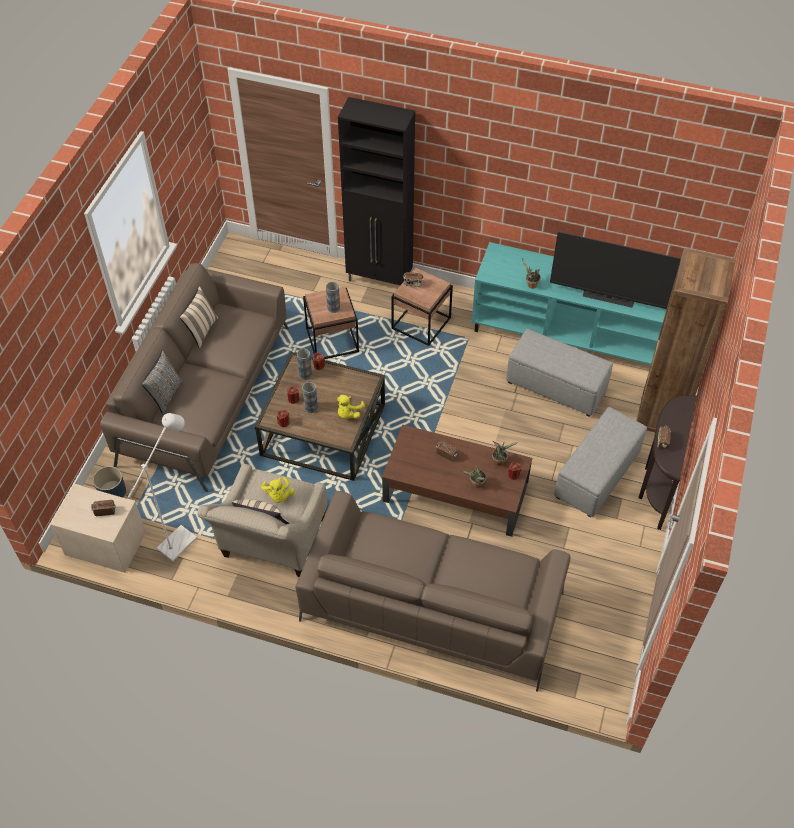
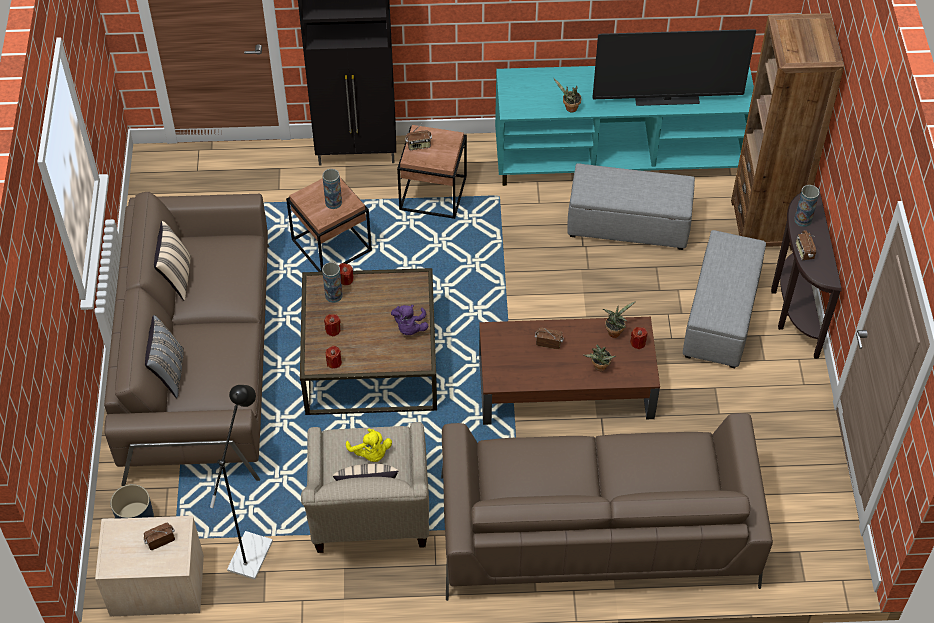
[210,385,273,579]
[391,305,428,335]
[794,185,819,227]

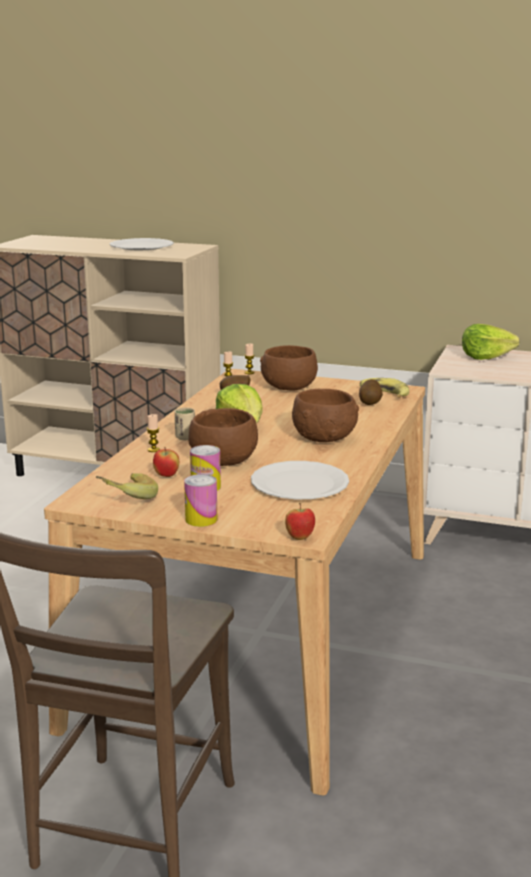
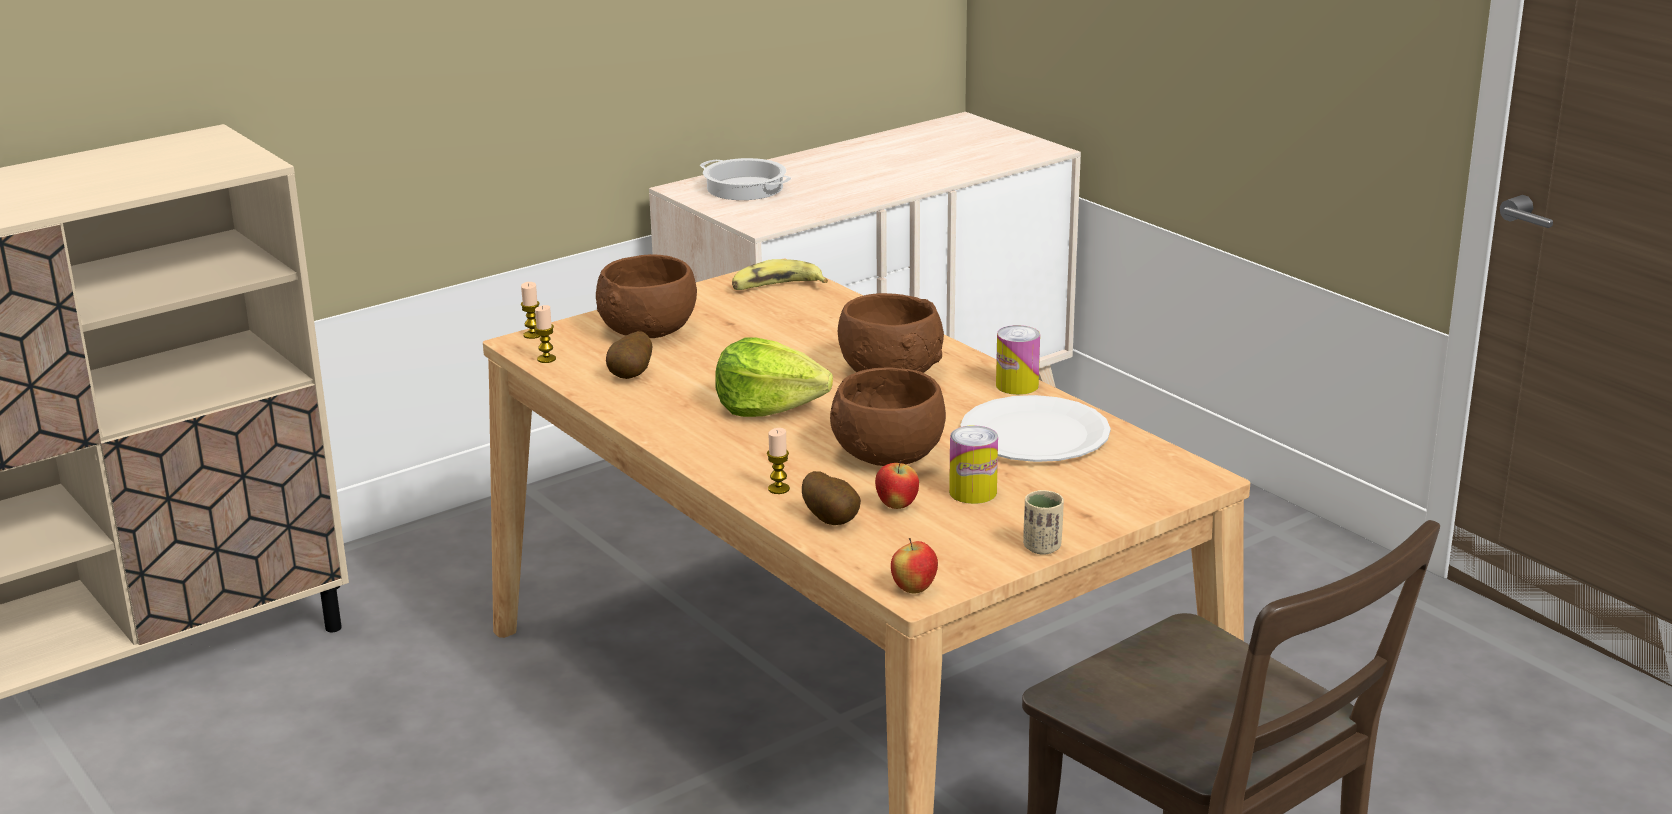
[700,158,791,200]
[802,471,861,525]
[891,538,938,593]
[996,325,1040,395]
[1023,490,1064,555]
[96,473,158,499] (first image)
[109,238,174,250] (first image)

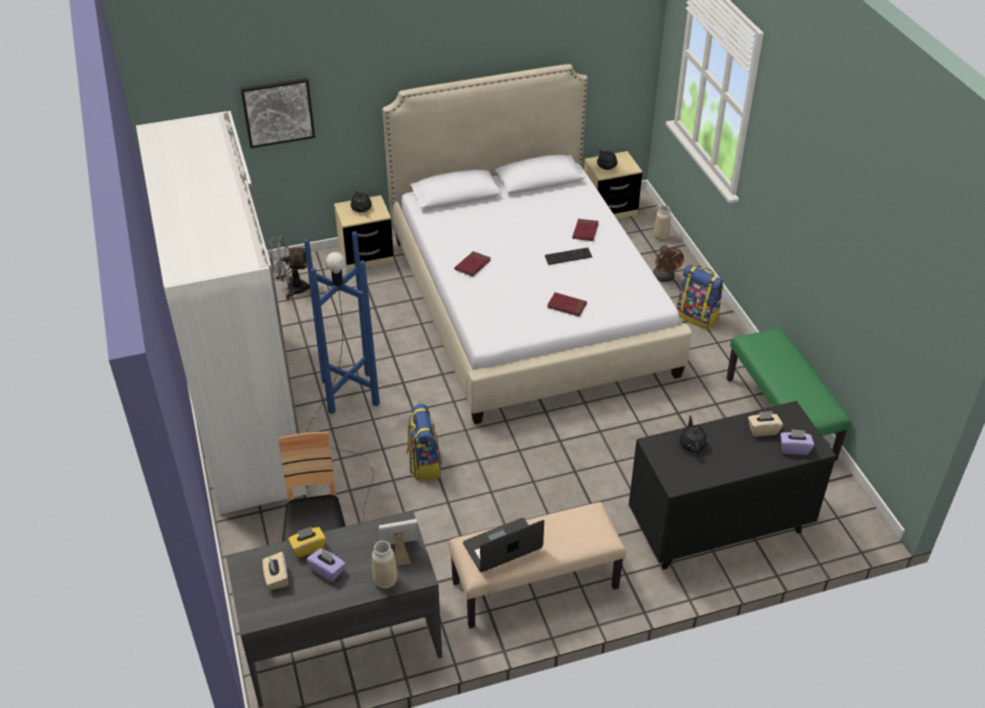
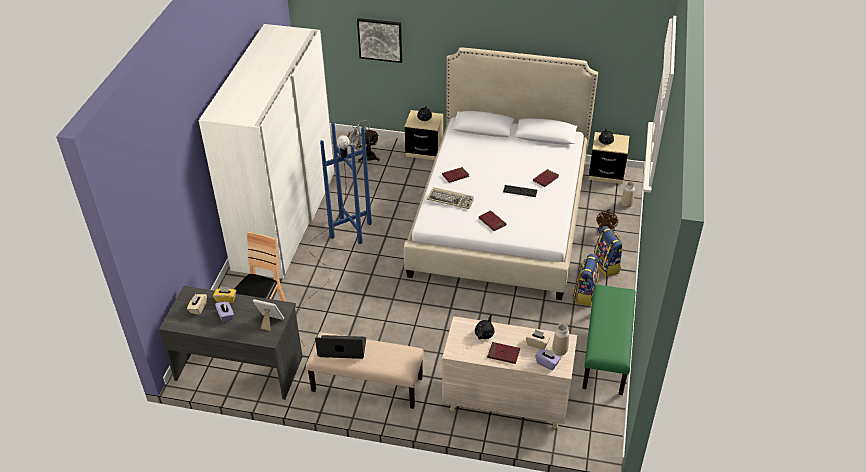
[427,187,474,209]
[442,316,577,429]
[487,342,520,364]
[552,324,569,356]
[573,254,599,306]

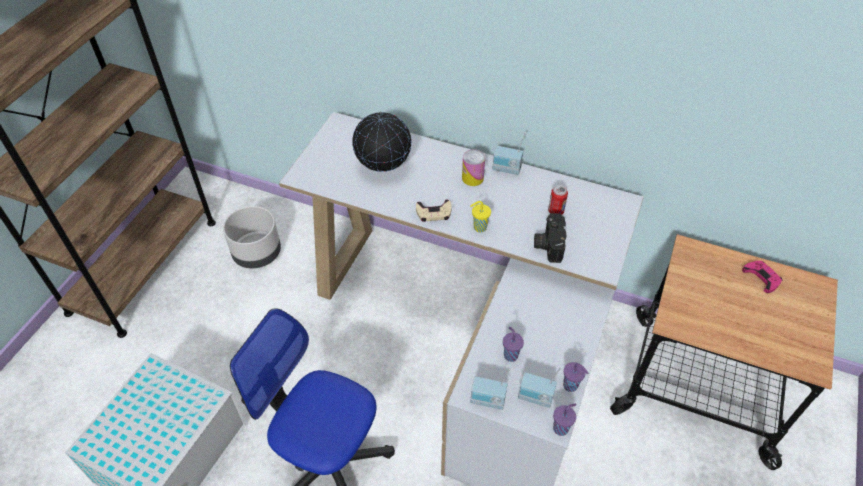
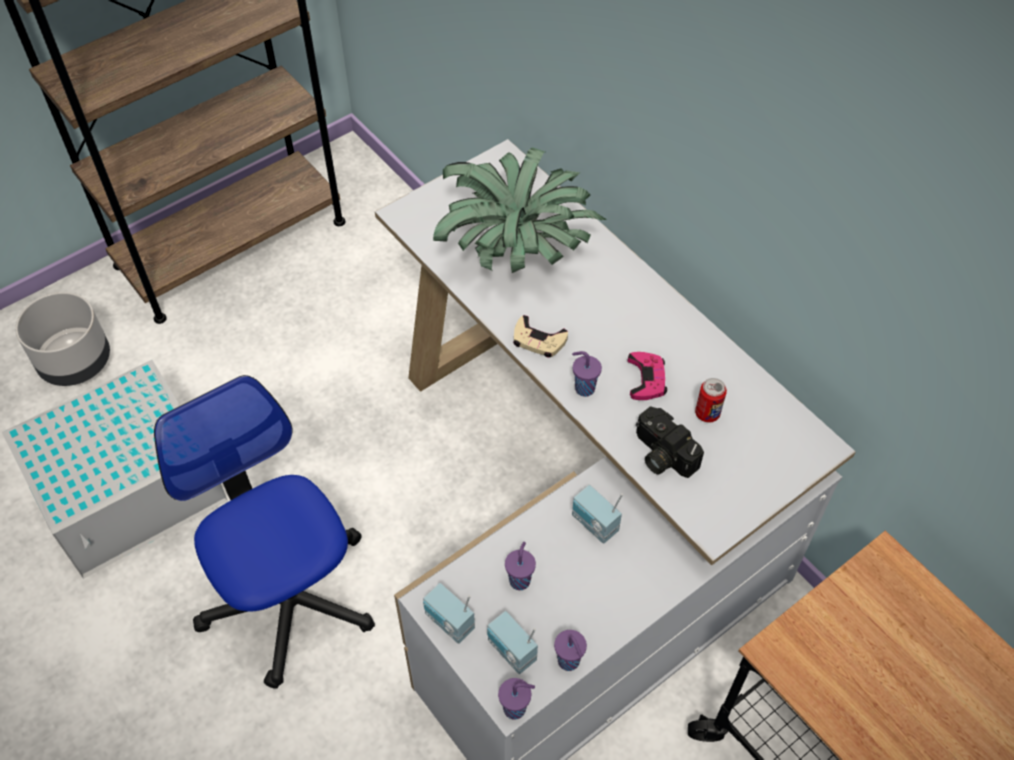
[15,292,110,386]
[433,148,607,273]
[572,351,602,397]
[572,485,623,544]
[627,352,667,400]
[636,406,704,478]
[462,149,485,186] (first image)

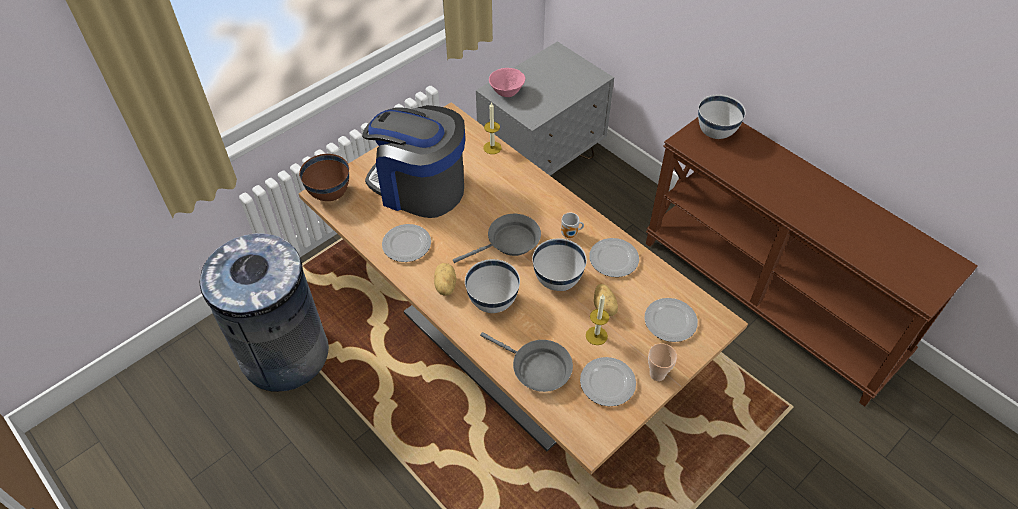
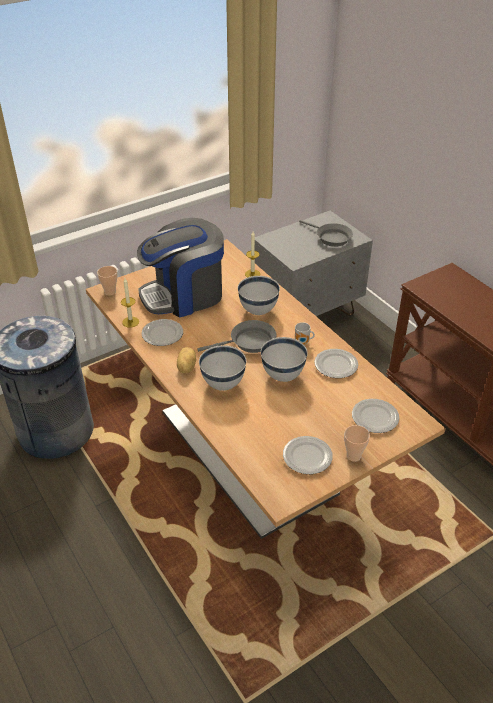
[97,266,117,296]
[121,279,139,328]
[137,218,224,318]
[238,276,280,315]
[299,220,353,247]
[489,68,525,97] (first image)
[594,284,618,316] (first image)

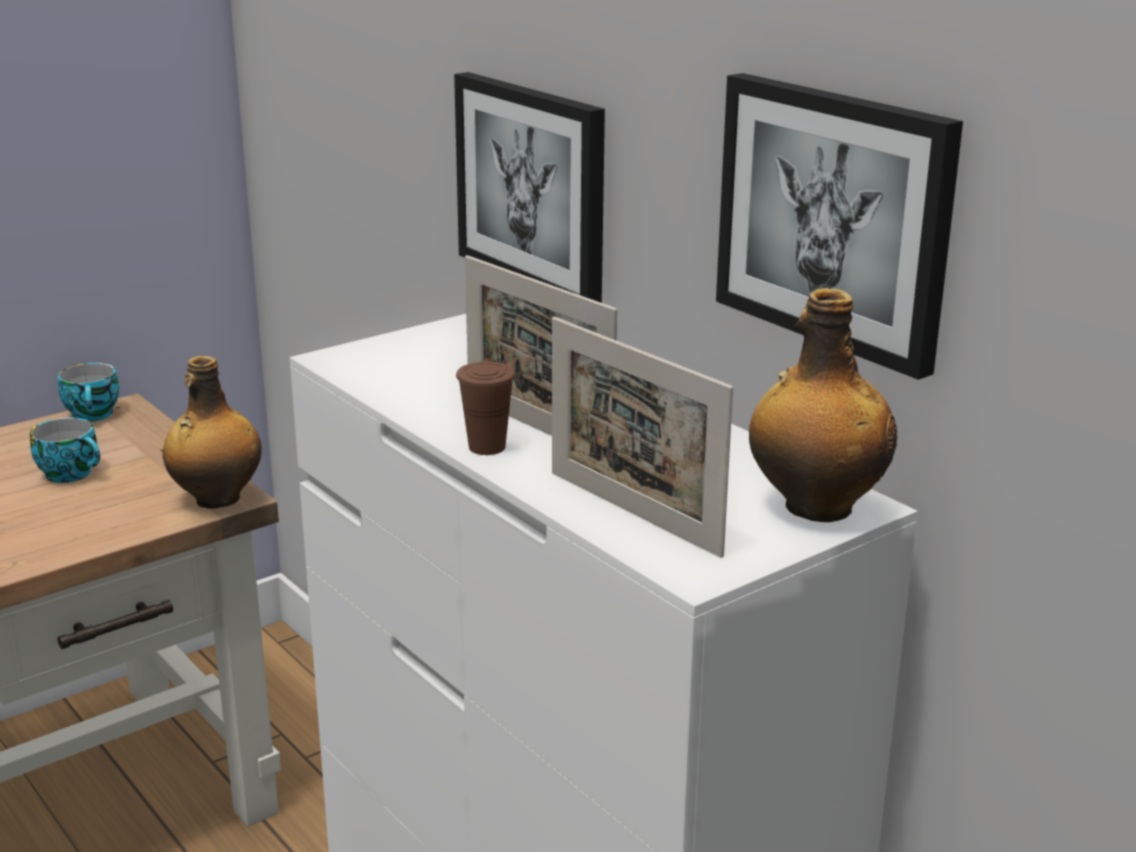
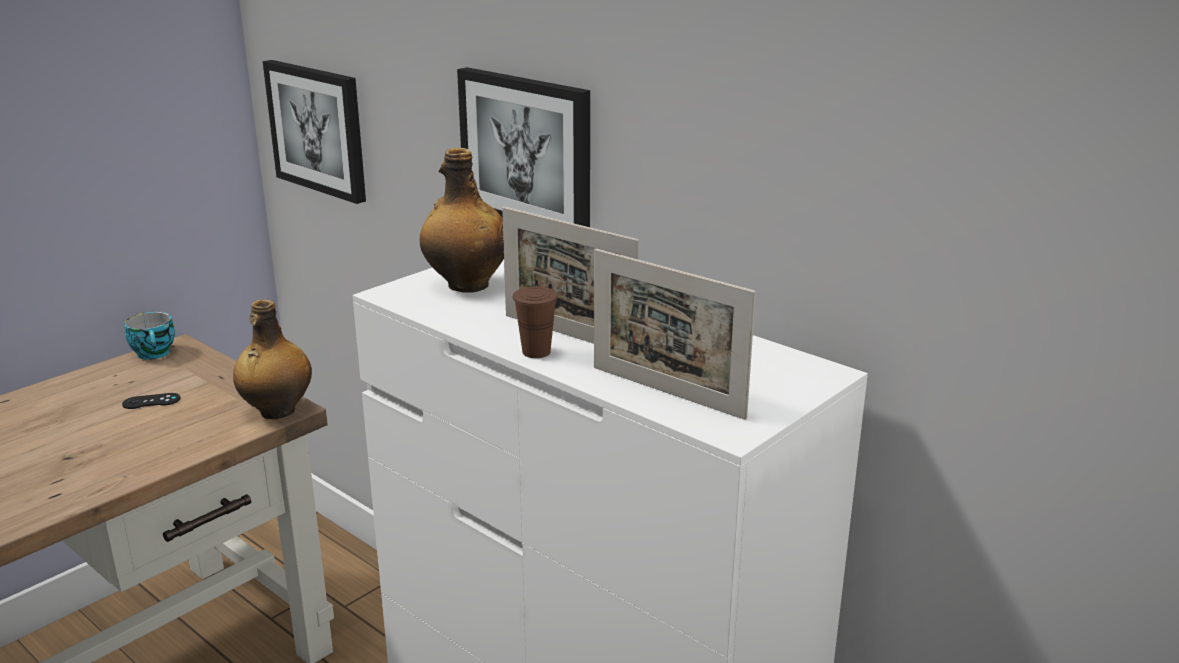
[122,393,180,409]
[263,60,366,204]
[420,148,504,293]

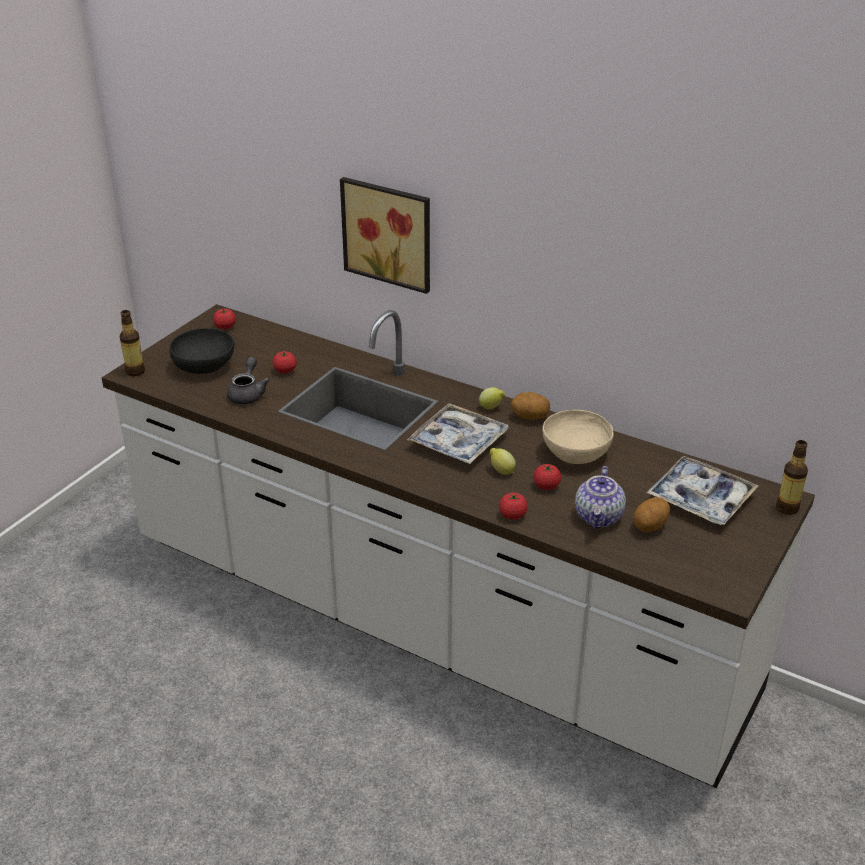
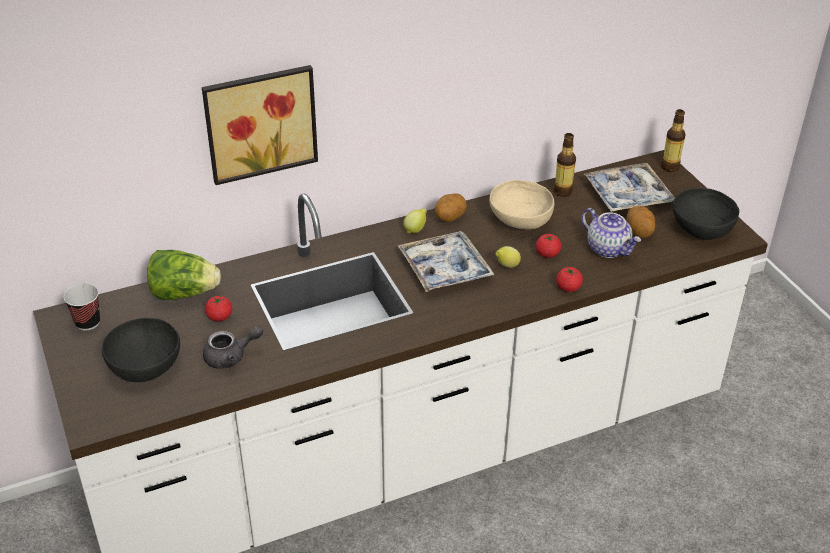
[64,284,100,331]
[147,250,221,300]
[203,325,263,369]
[554,133,576,197]
[673,188,739,240]

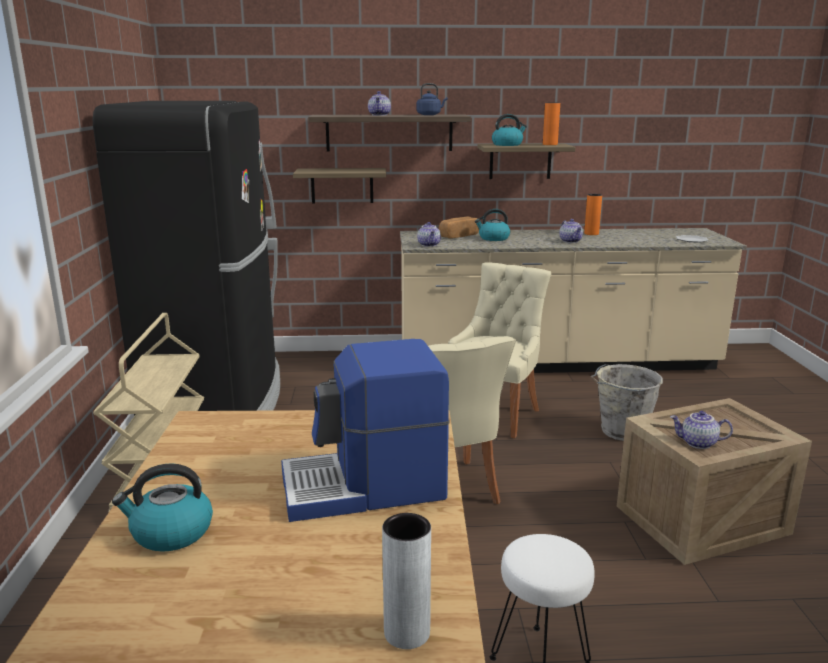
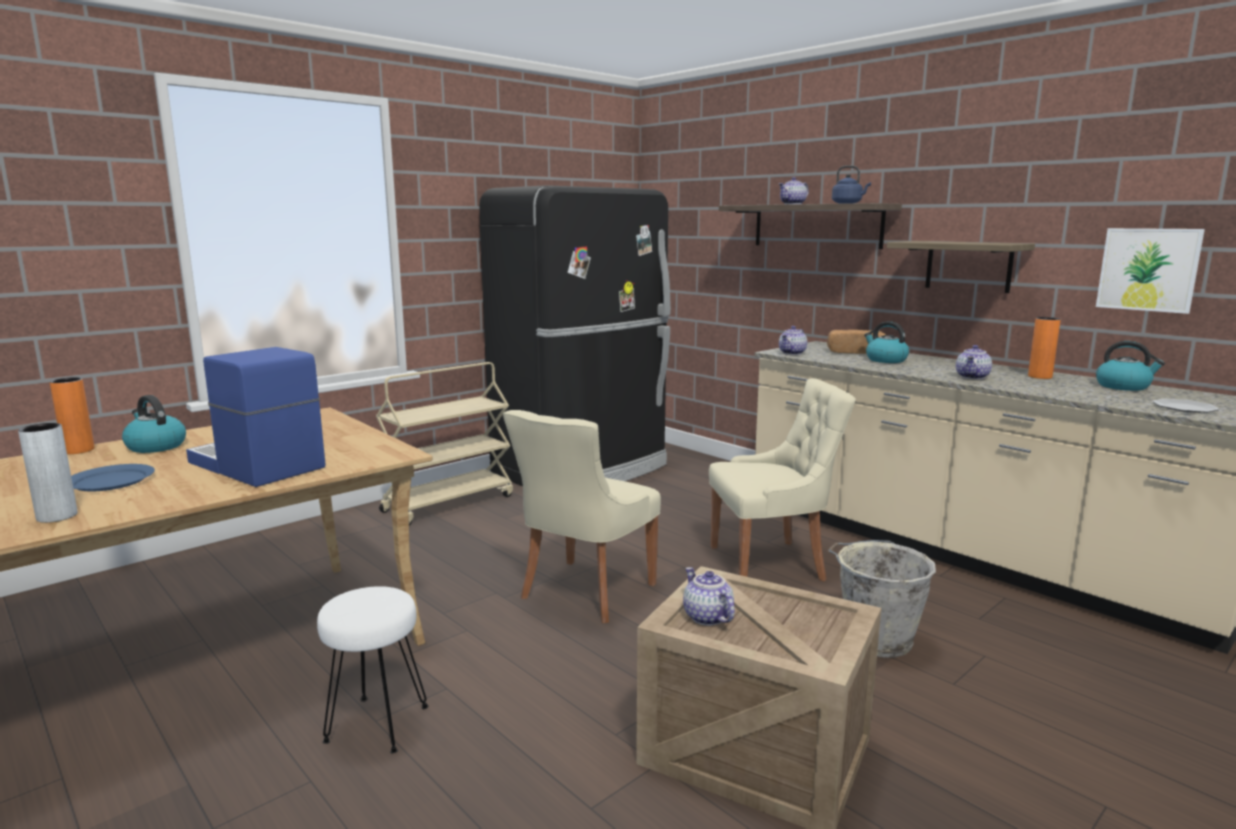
[50,377,94,454]
[71,464,155,492]
[1096,228,1205,314]
[1096,341,1165,391]
[293,168,386,204] (first image)

